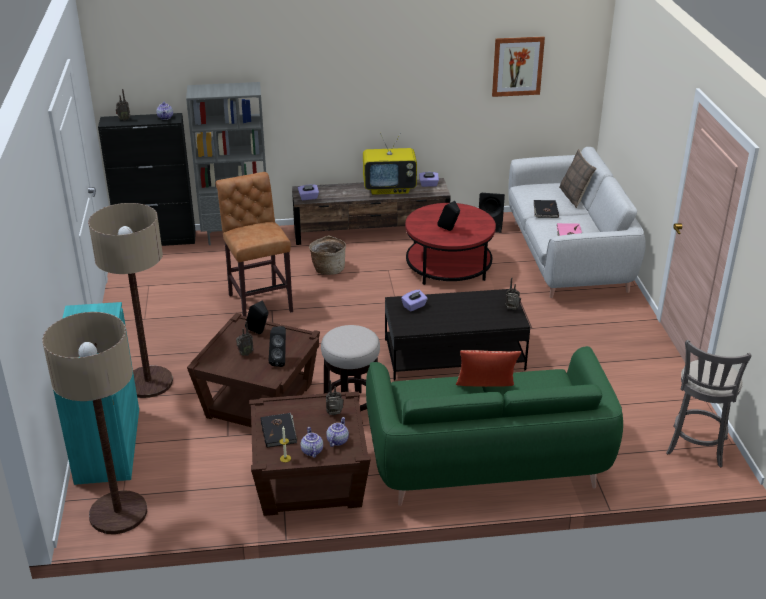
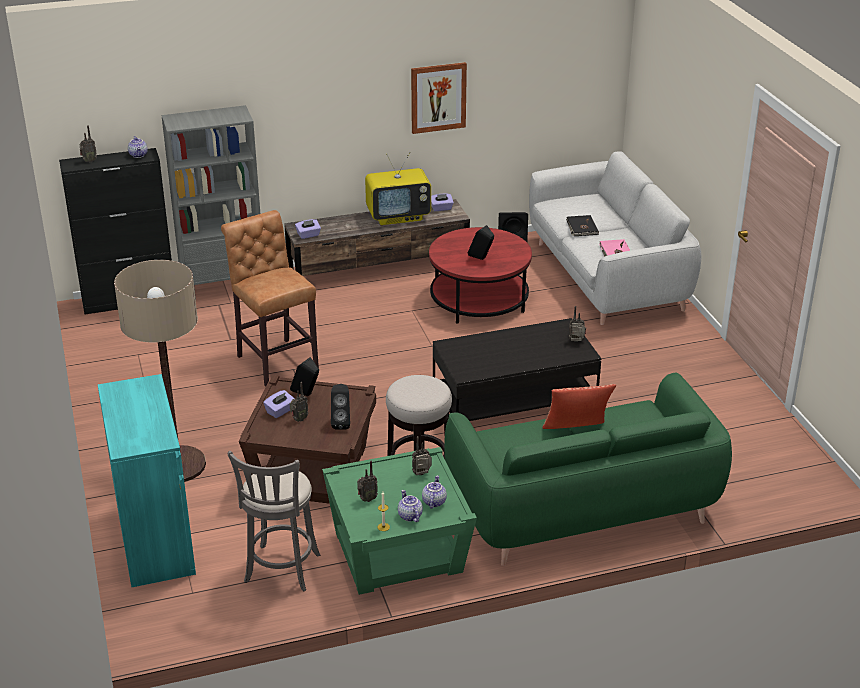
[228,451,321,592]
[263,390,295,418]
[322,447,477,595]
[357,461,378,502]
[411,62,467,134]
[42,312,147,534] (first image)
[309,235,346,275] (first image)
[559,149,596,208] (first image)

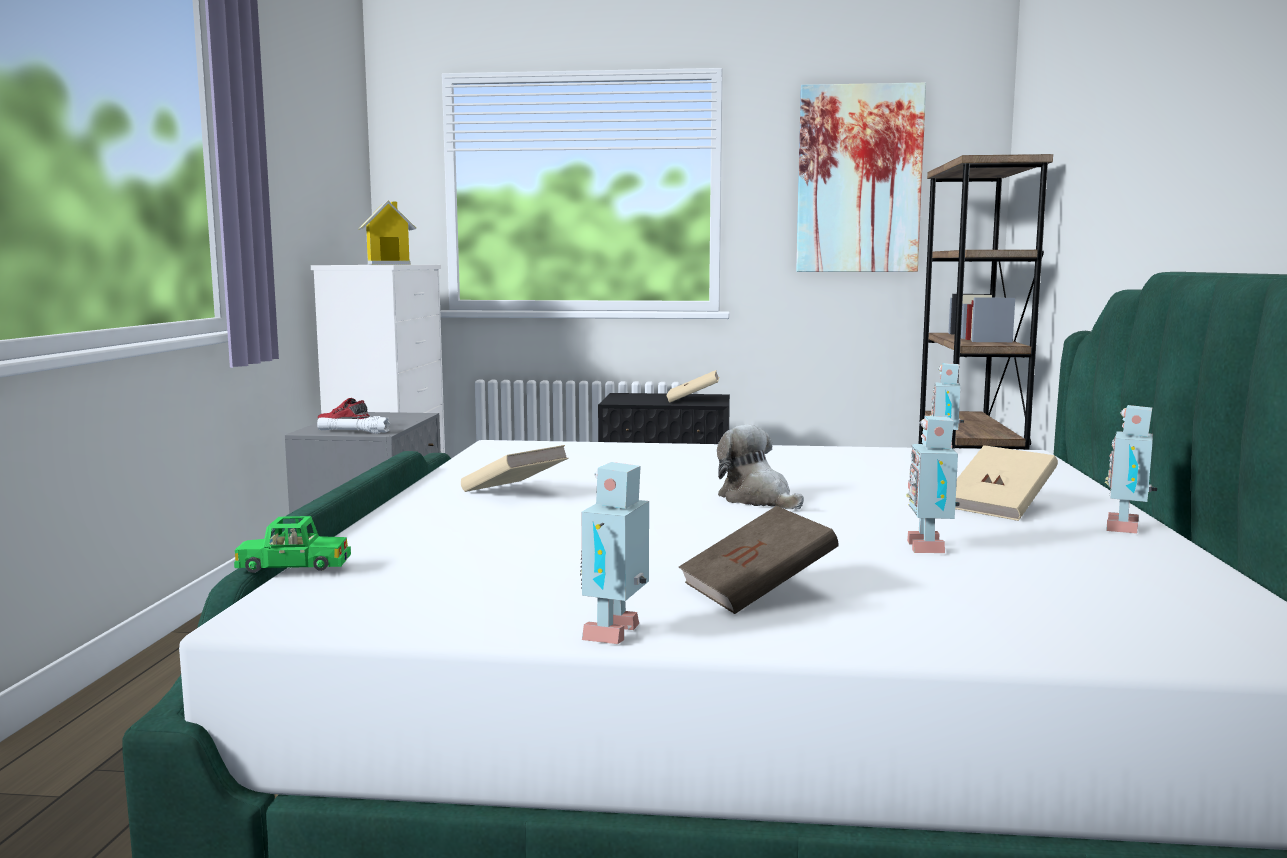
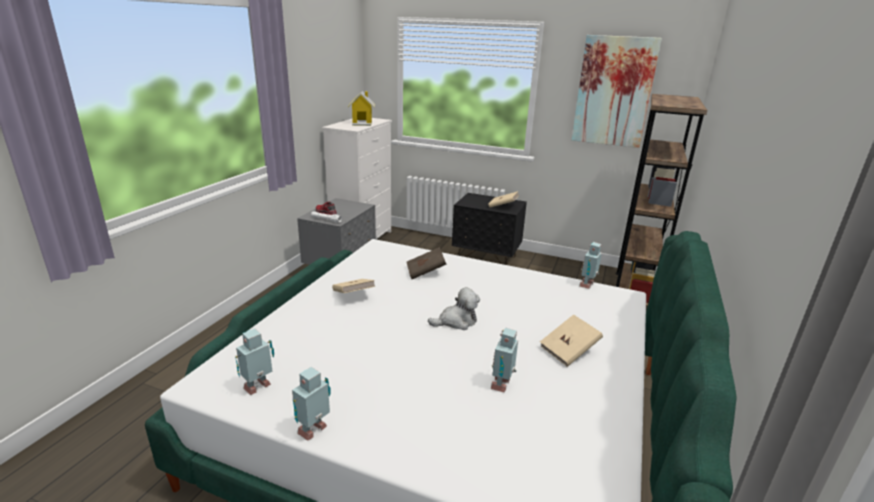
[235,328,274,395]
[406,247,446,279]
[428,287,480,330]
[234,516,351,573] (first image)

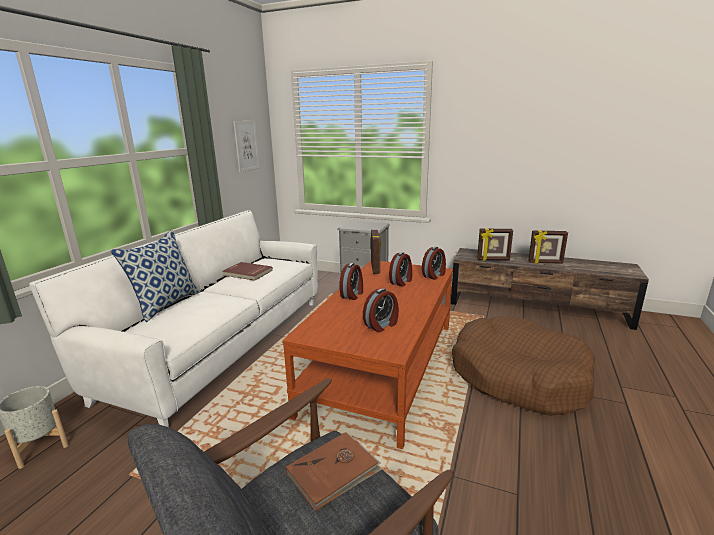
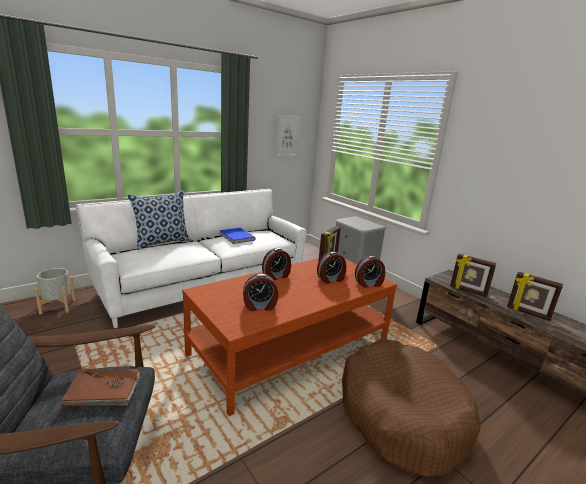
[220,228,256,244]

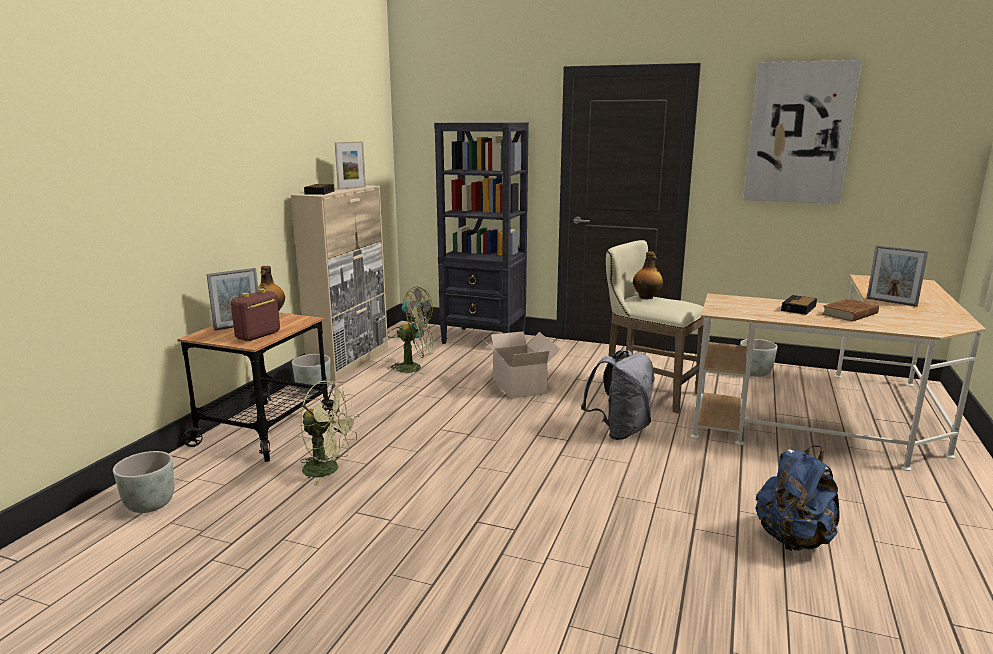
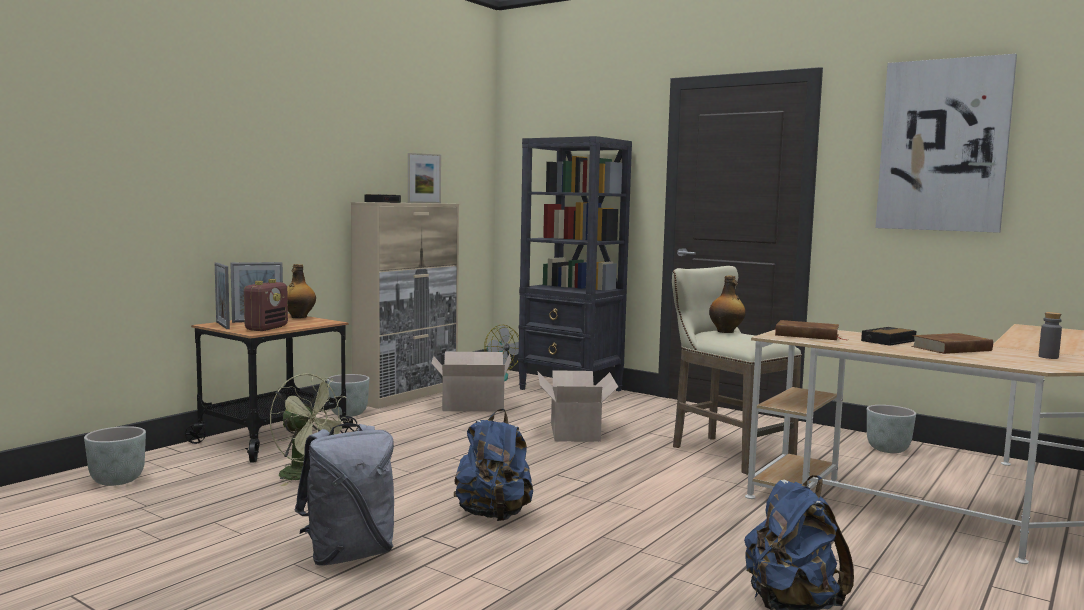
[215,262,230,329]
[244,279,288,331]
[295,423,394,565]
[431,352,511,411]
[454,409,533,521]
[775,320,846,340]
[1039,312,1062,359]

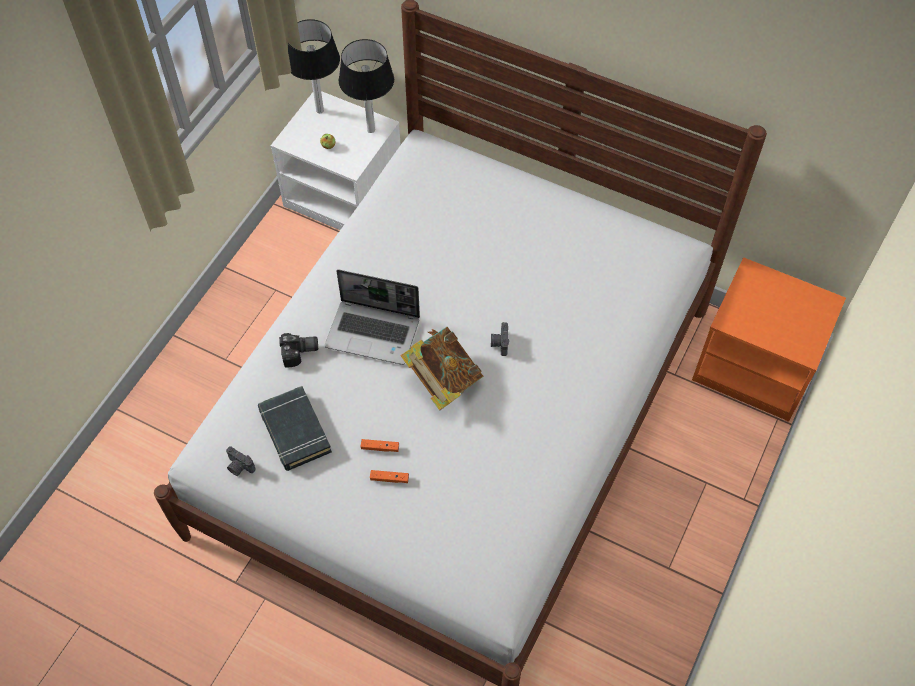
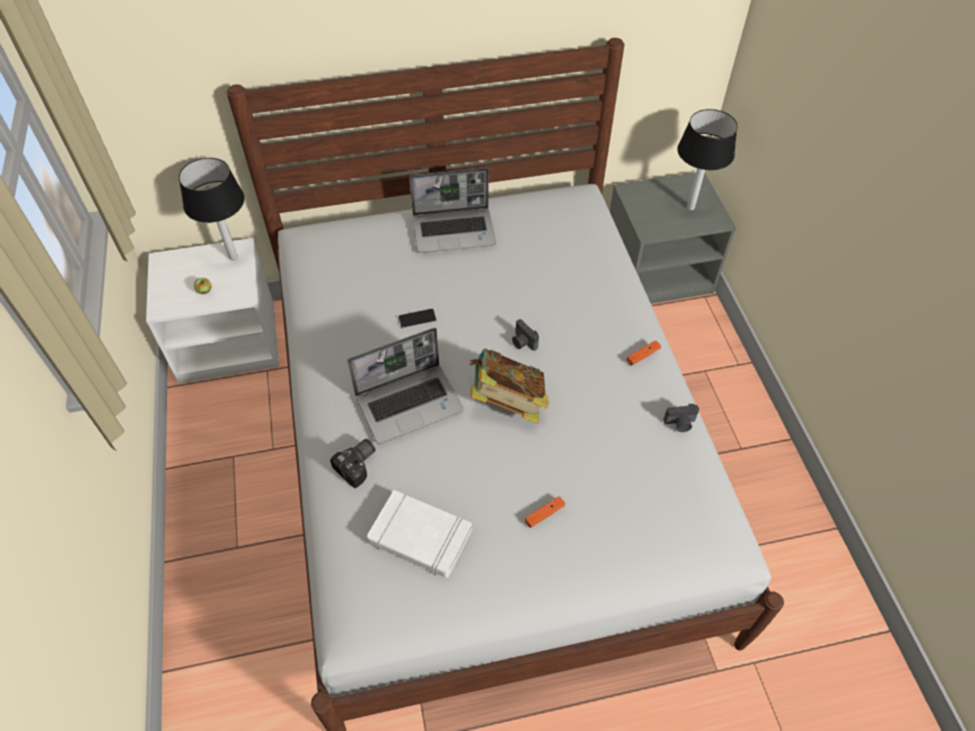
[367,490,472,578]
[398,309,437,329]
[409,168,496,253]
[610,172,736,304]
[627,340,661,366]
[663,404,699,432]
[677,109,738,210]

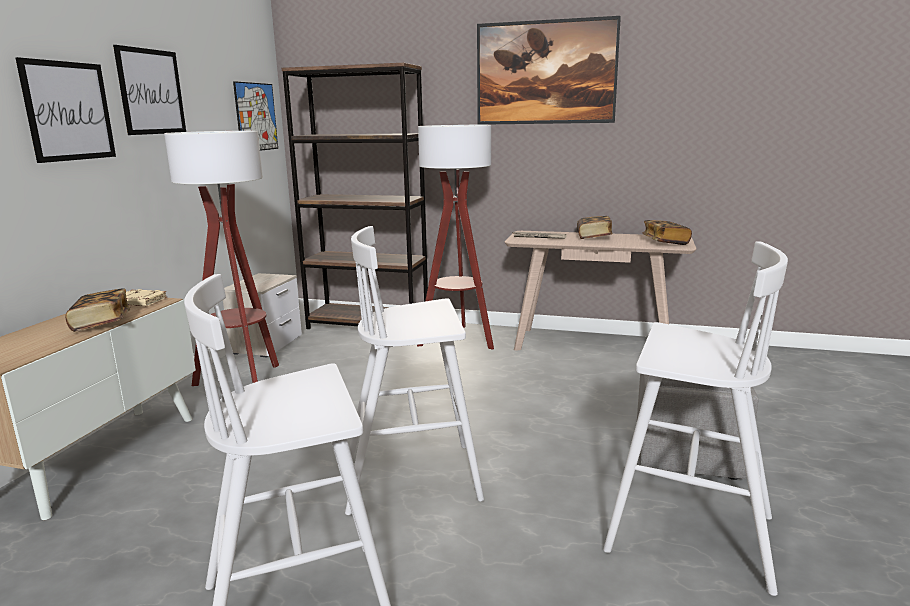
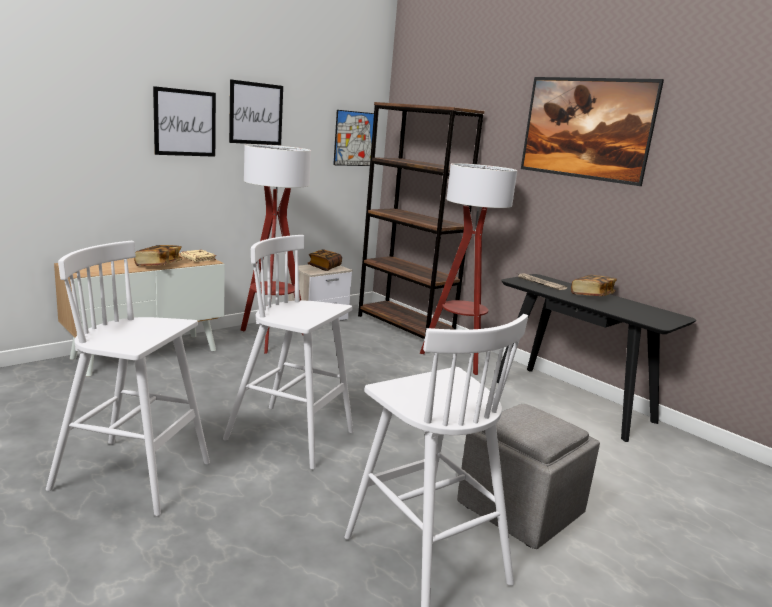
[308,249,342,271]
[497,274,696,442]

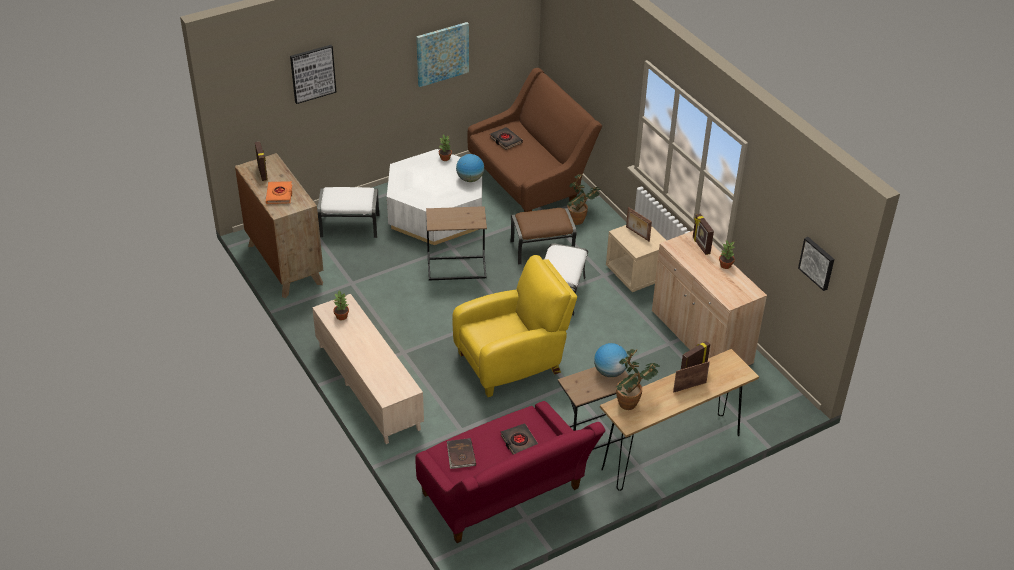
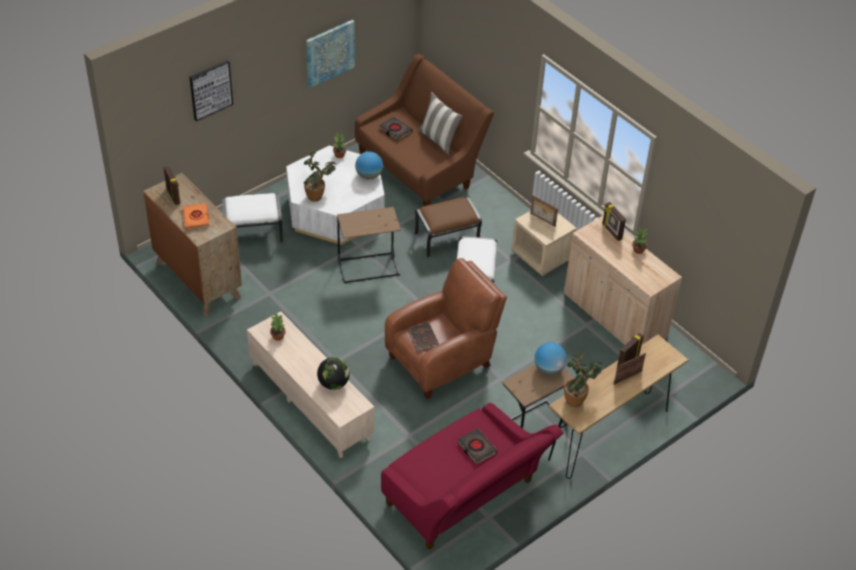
[303,151,337,202]
[317,357,350,390]
[385,258,507,399]
[409,323,439,351]
[418,92,463,155]
[798,237,834,291] (first image)

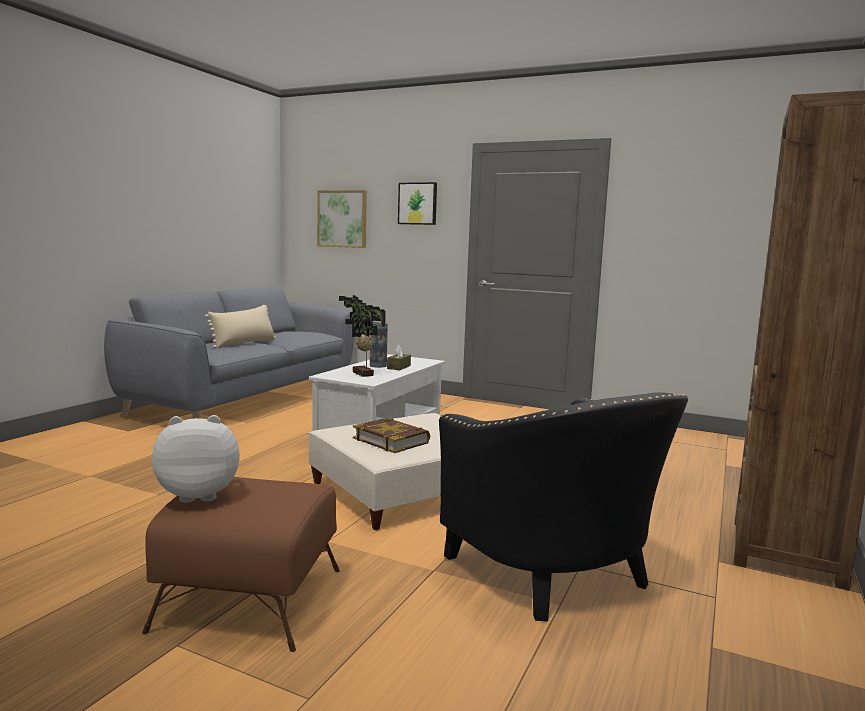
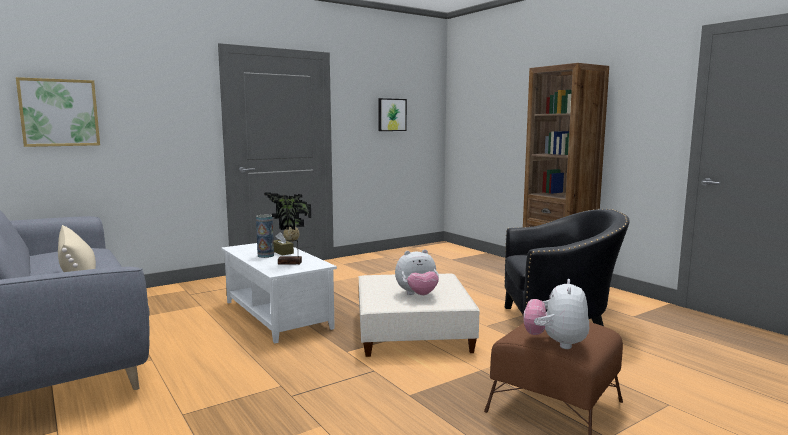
[378,98,407,131]
[395,249,439,295]

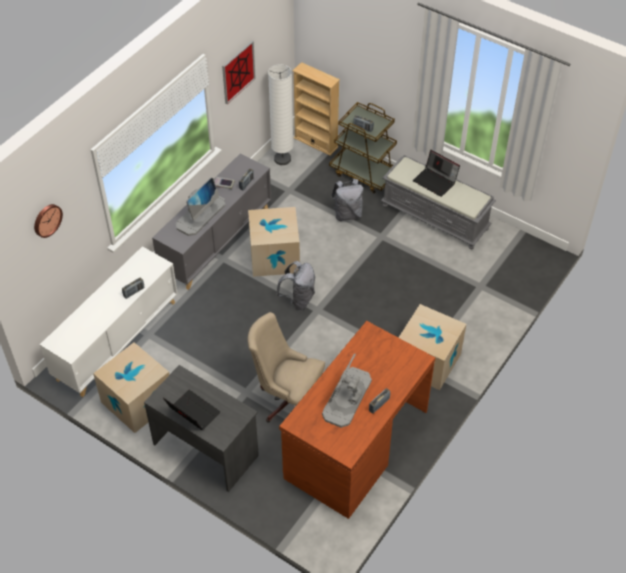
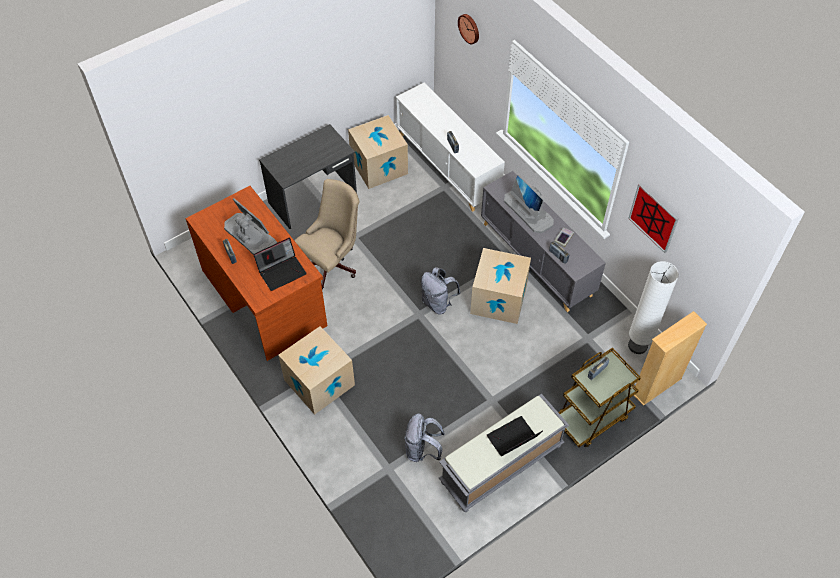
[253,238,307,291]
[404,413,445,462]

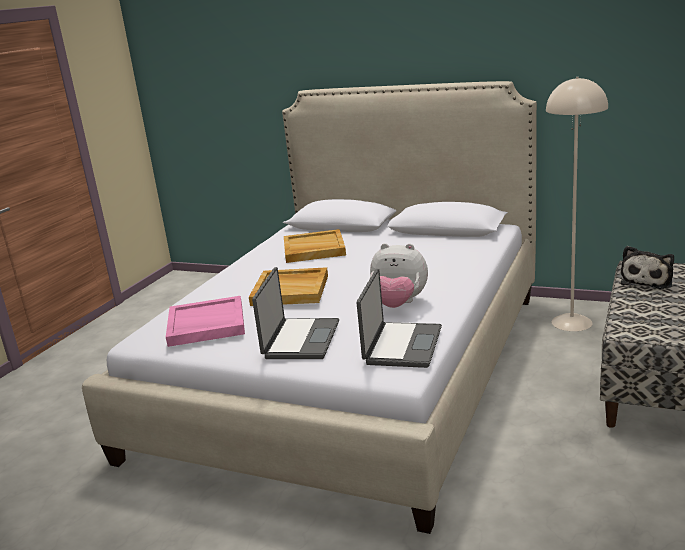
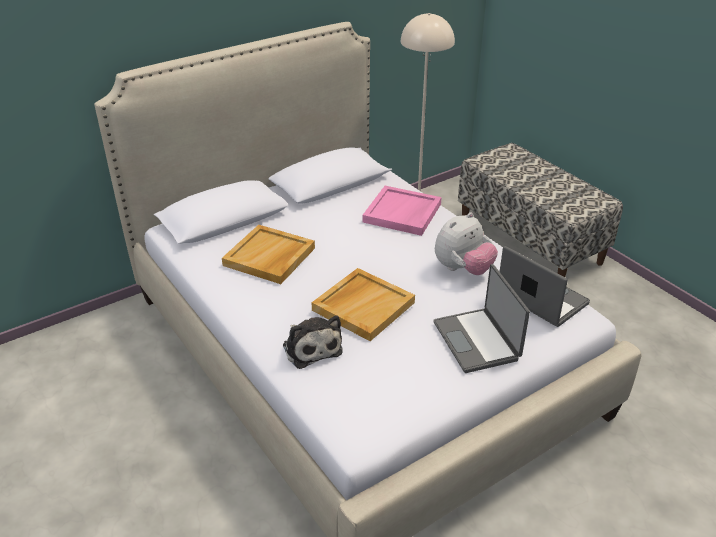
[283,315,342,369]
[362,186,442,236]
[434,264,530,373]

